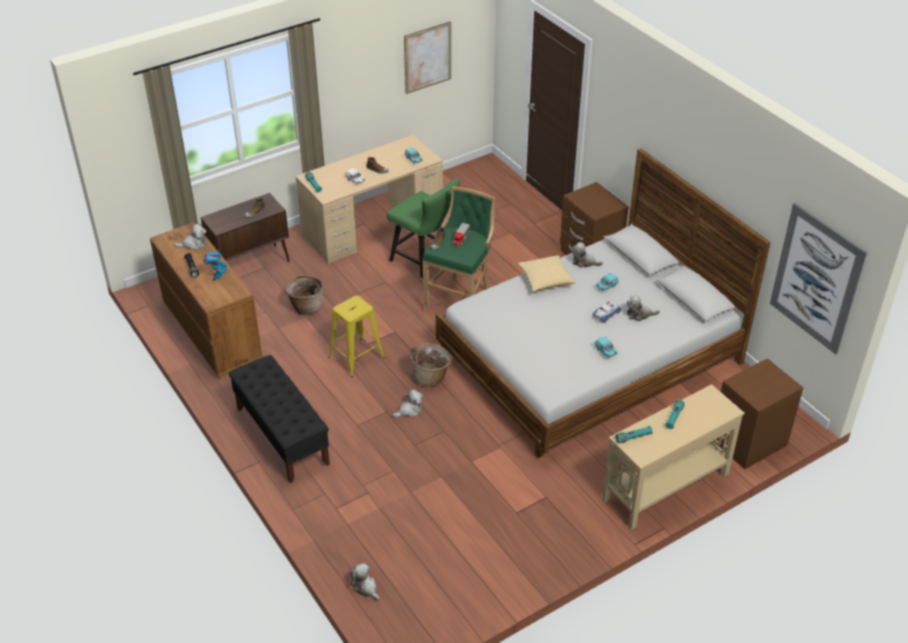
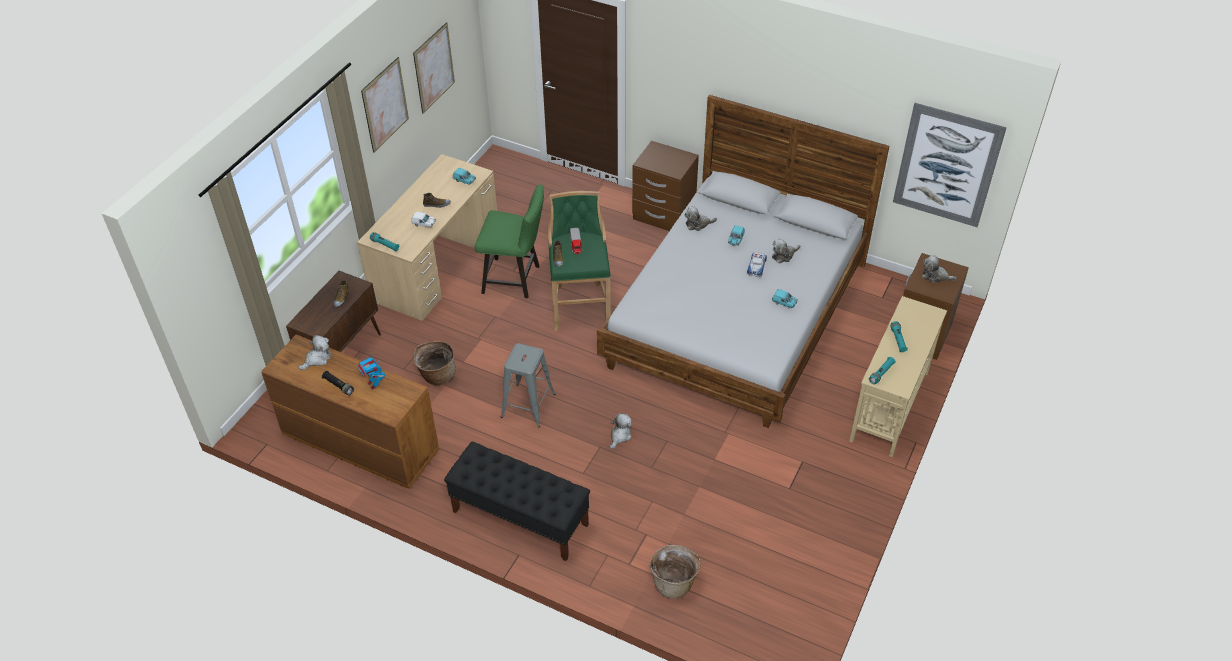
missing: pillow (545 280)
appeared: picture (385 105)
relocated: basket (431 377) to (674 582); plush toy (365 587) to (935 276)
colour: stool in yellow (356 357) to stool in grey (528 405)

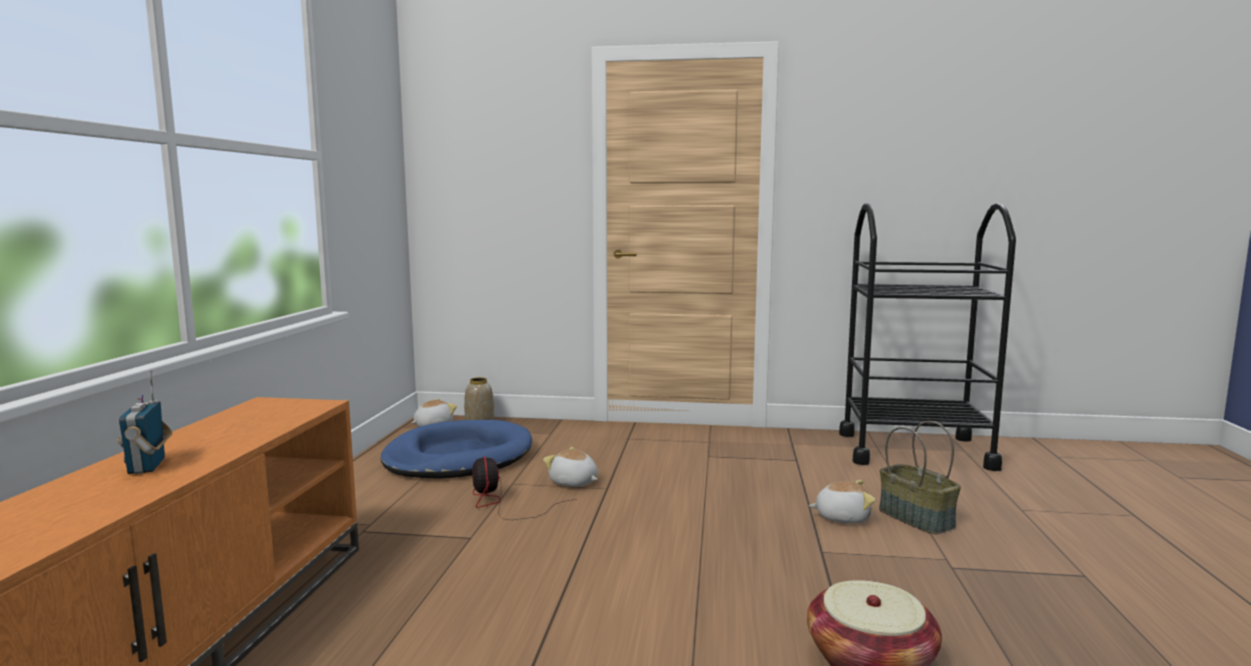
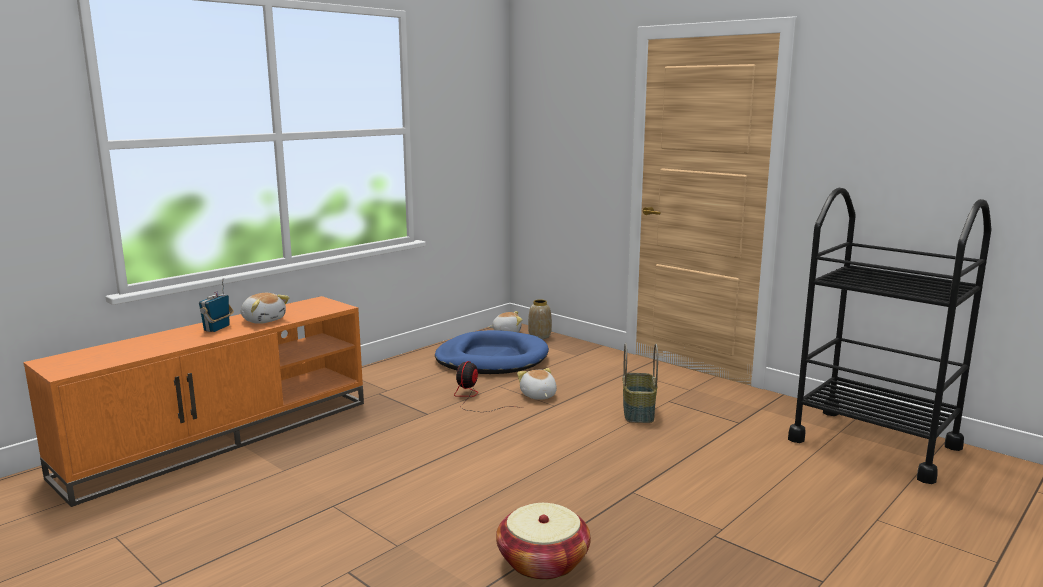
relocated: basket (917 518) to (639 412); plush toy (842 517) to (264 320)

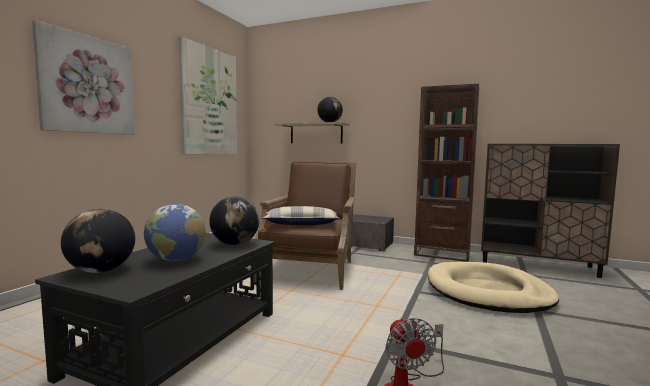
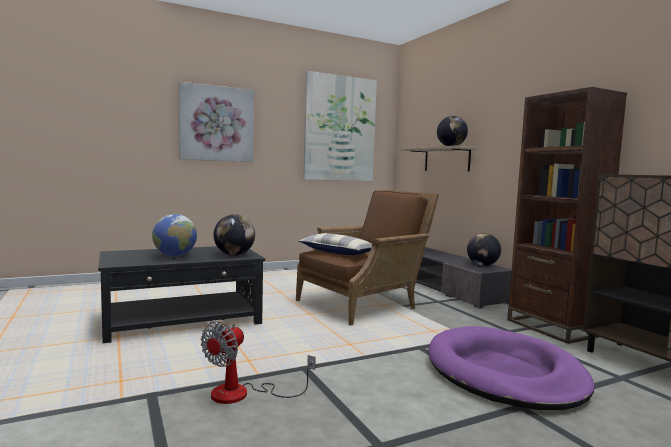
relocated: globe (101 271) to (482 265)
colour: dog bed in beige (488 292) to dog bed in purple (504 373)

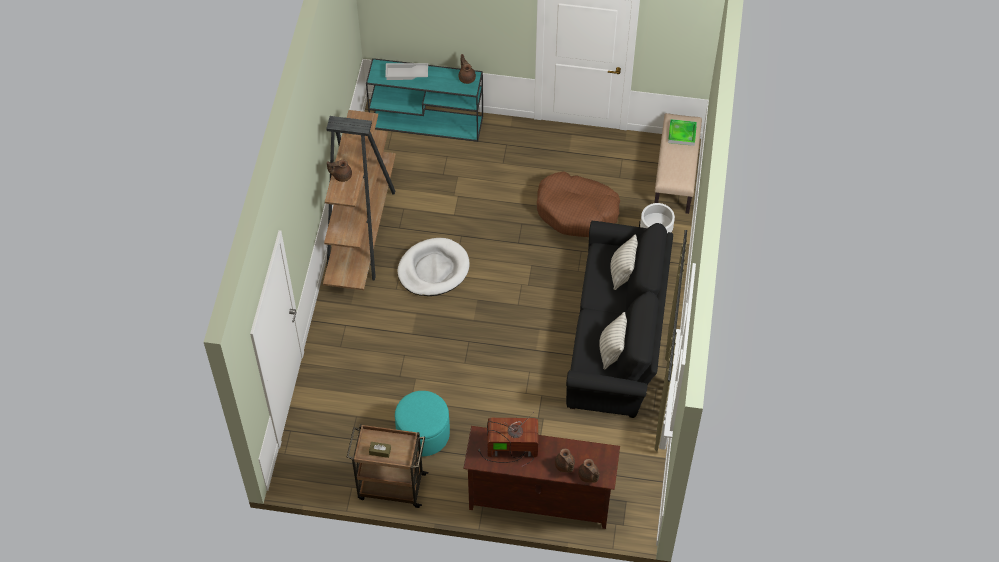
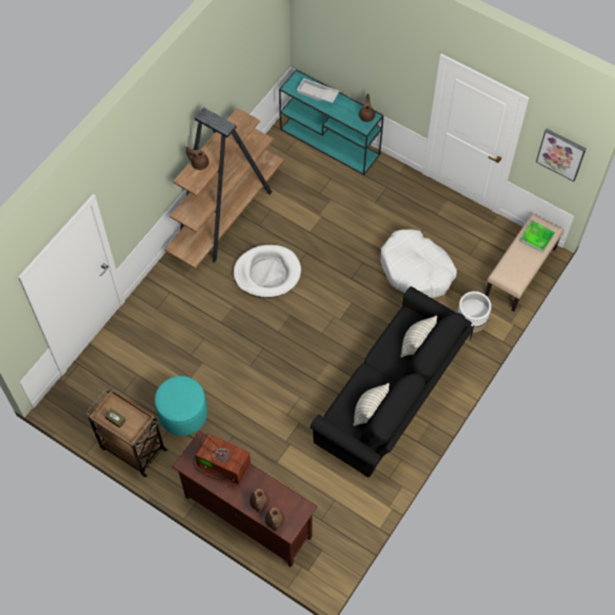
appeared: picture (561 154)
colour: dog bed in brown (577 211) to dog bed in white (416 270)

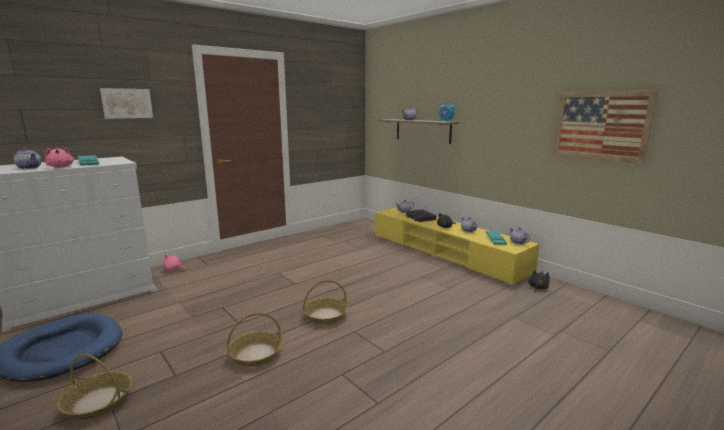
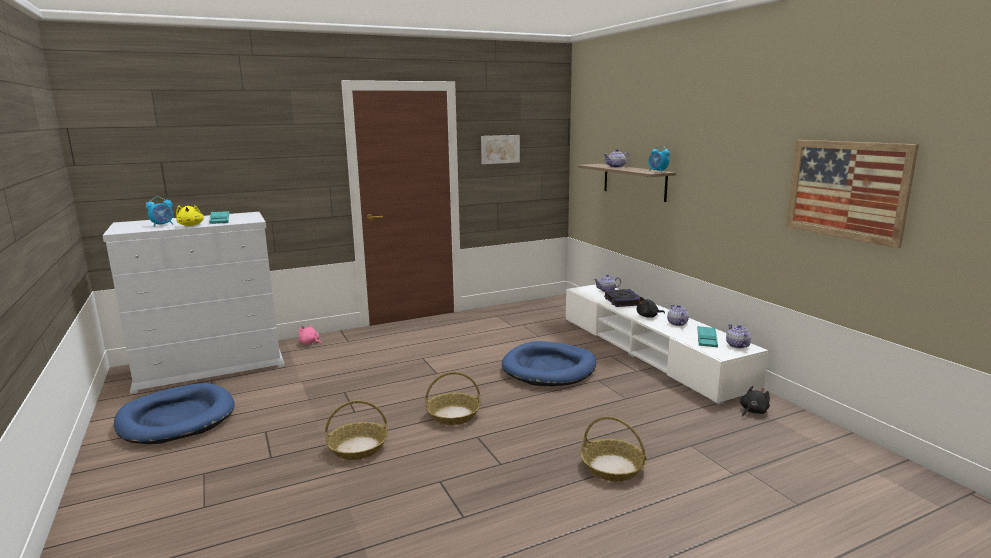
appeared: dog bed in blue (549 368)
relocated: picture (127 103) to (499 149); basket (98 402) to (612 467)
exchanged: teapot (29 168) to alarm clock (163 225)
colour: plush toy in pink (61 167) to plush toy in yellow (191 225); tv stand in yellow (445 253) to tv stand in white (649 351)

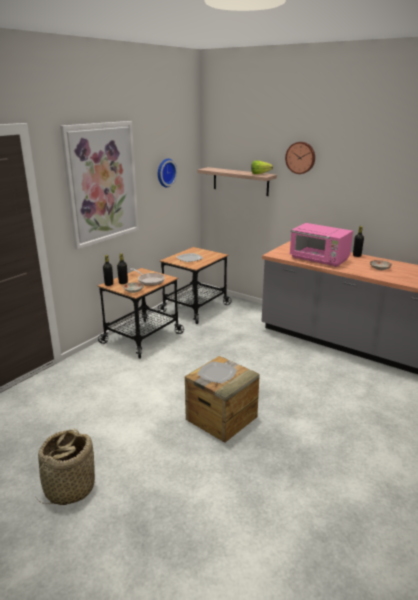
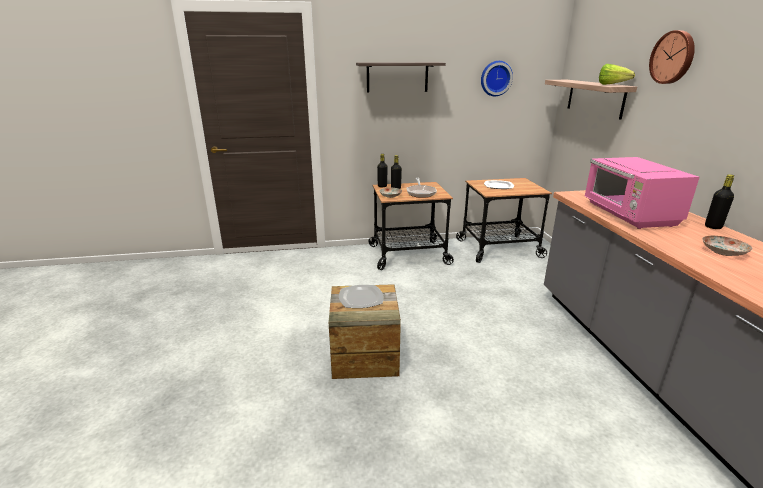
missing: basket (69 488)
exchanged: picture (102 183) to shelf (397 77)

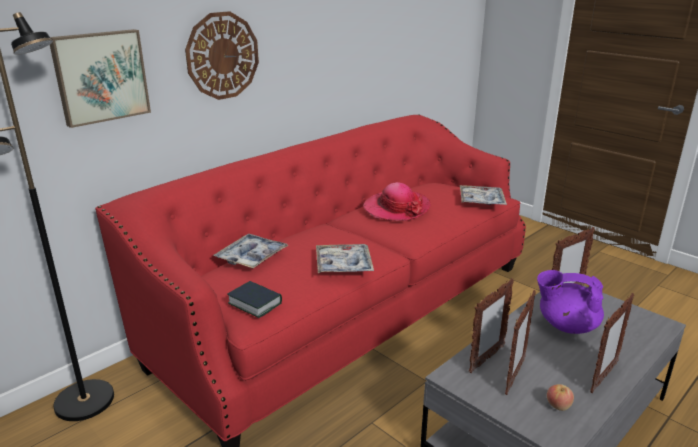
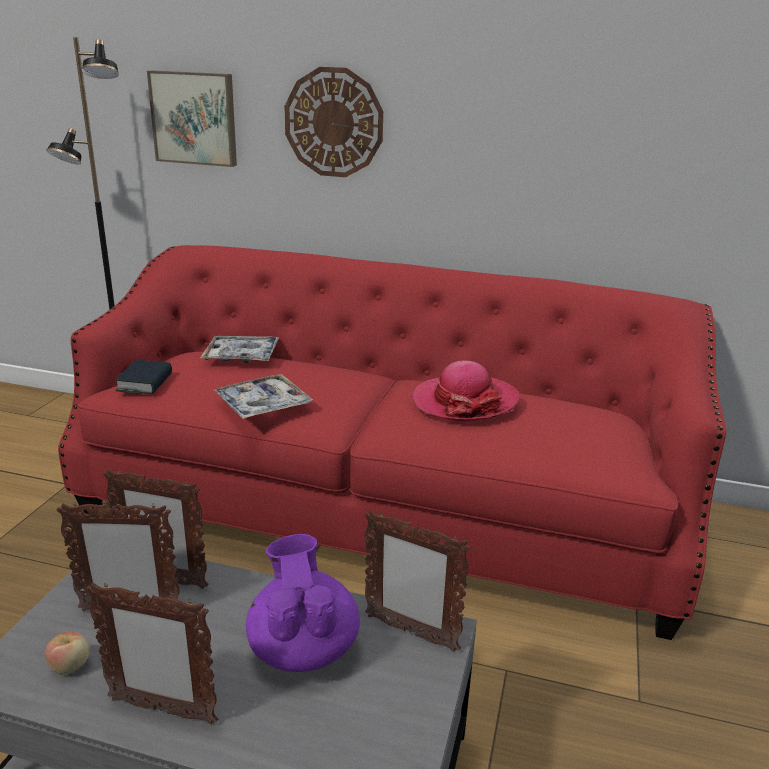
missing: tray (481 201)

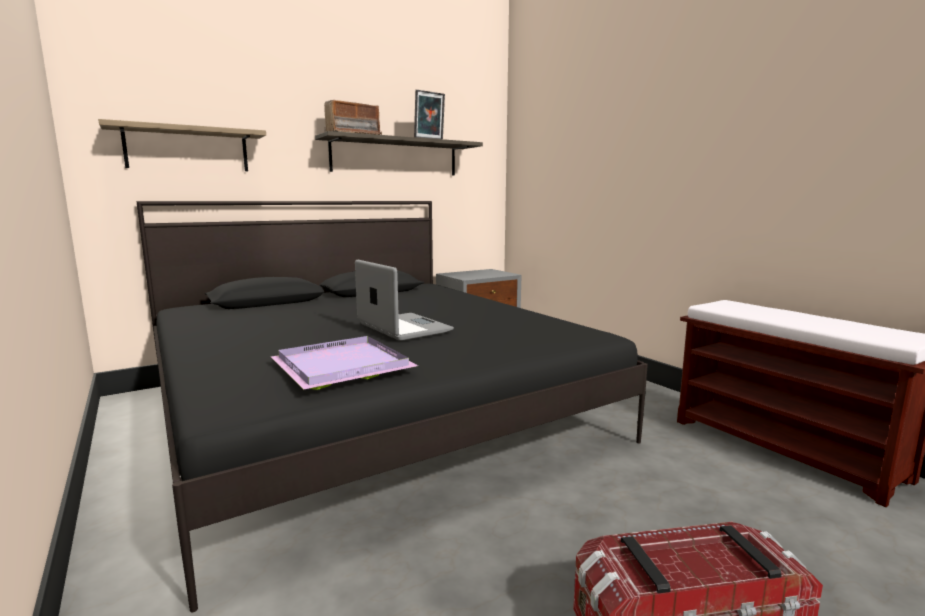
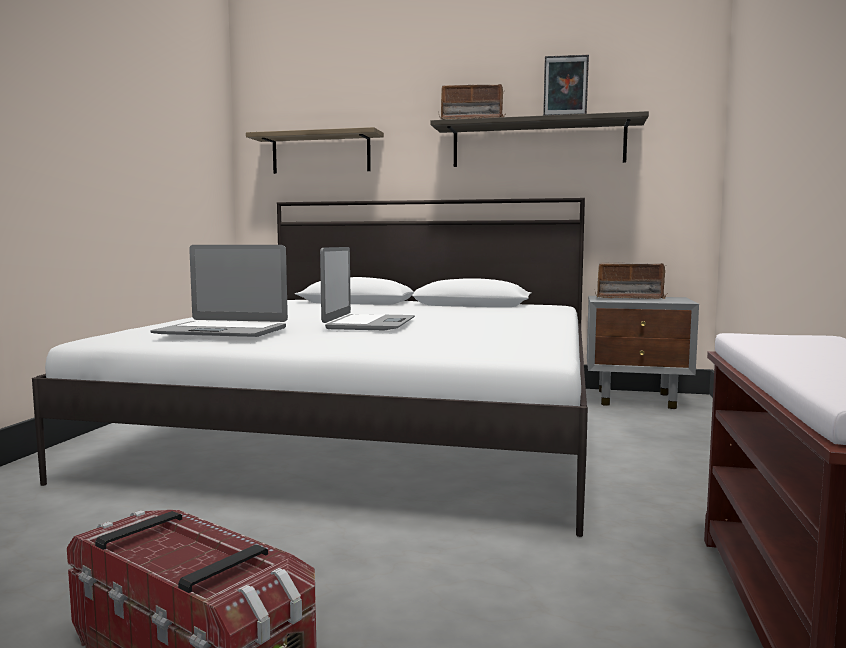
appeared: radio (630 298)
exchanged: tray in purple (343 365) to laptop (222 331)
colour: bed in black (370 411) to bed in white (376 425)

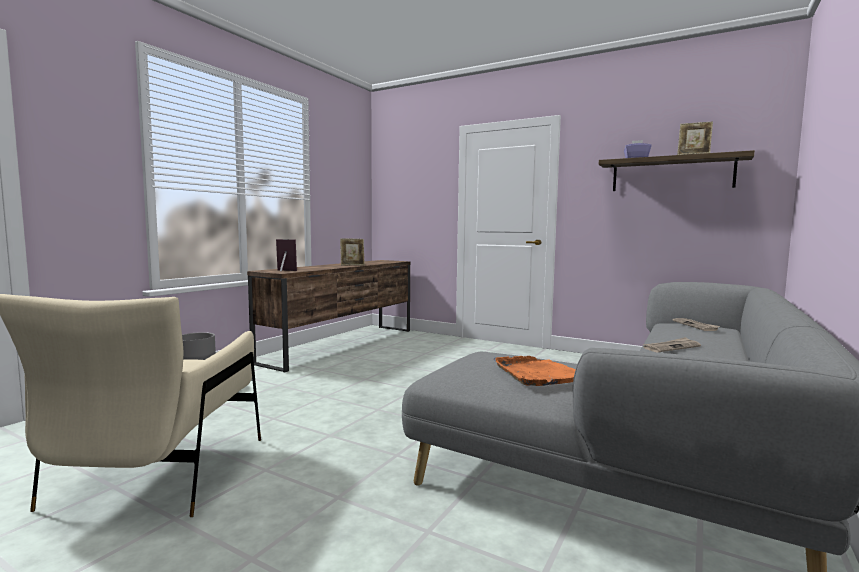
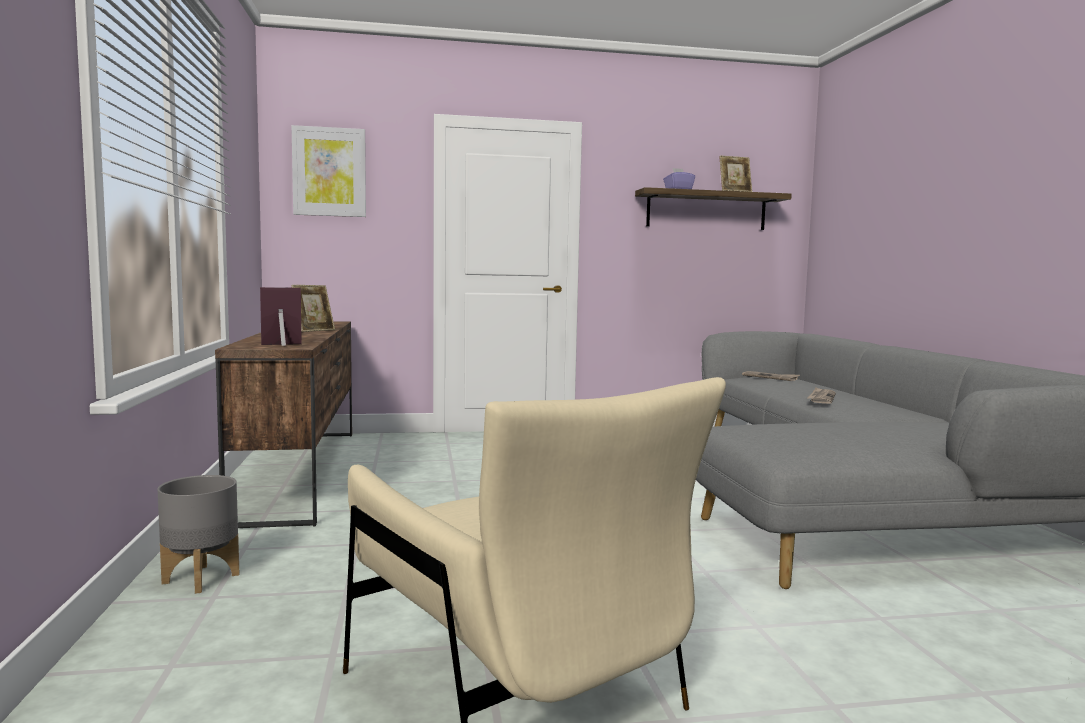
missing: tray in orange (540 374)
appeared: picture (329 172)

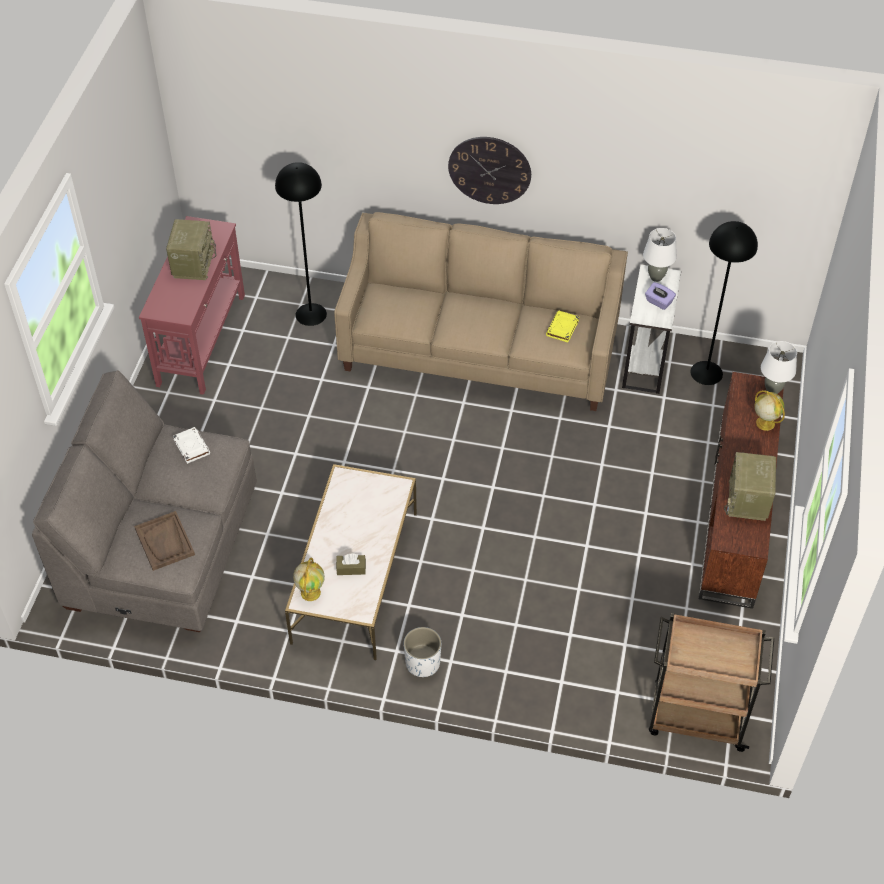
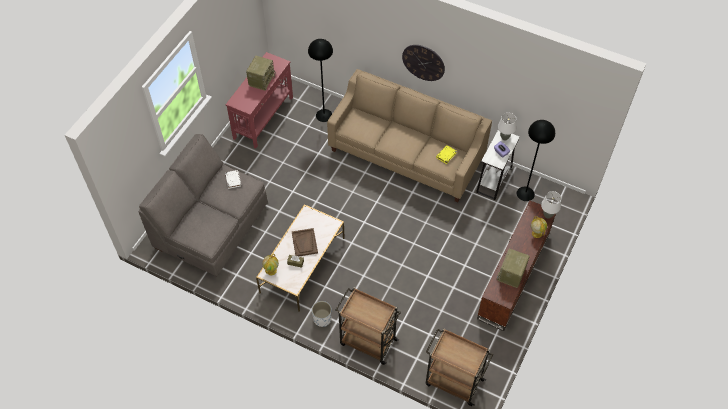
appeared: cart in brown (367 341)
relocated: tray in brown (165 542) to (304 243)

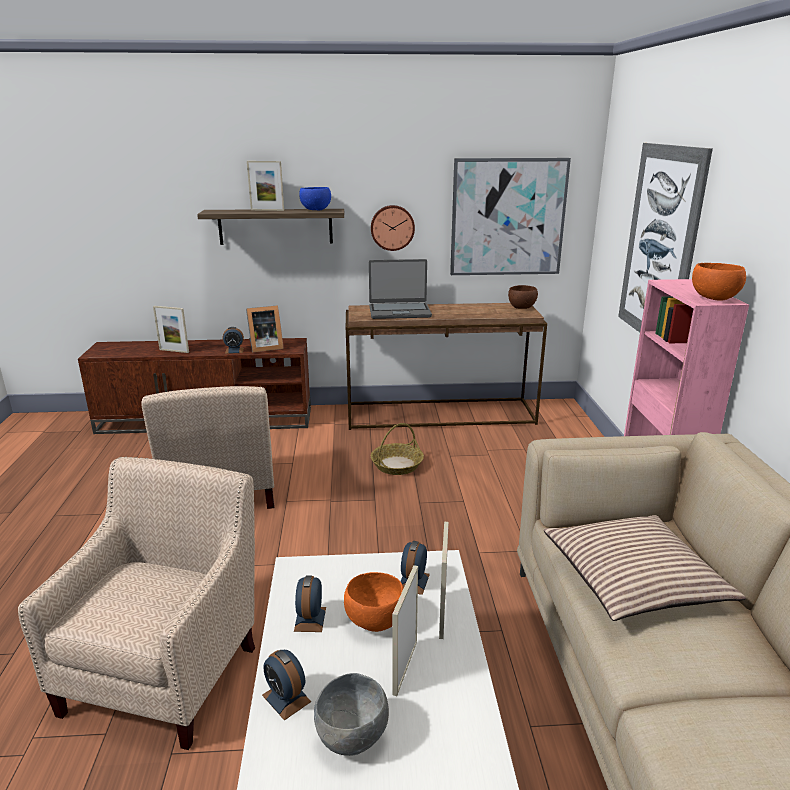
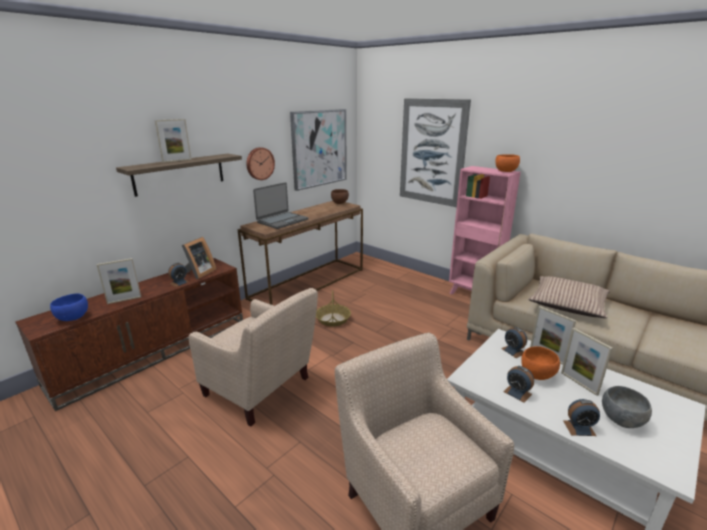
relocated: bowl in blue (316 210) to (74 318)

